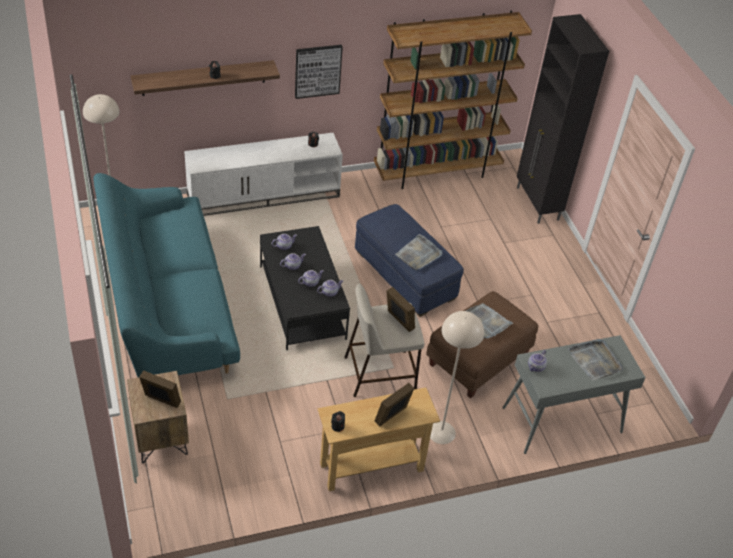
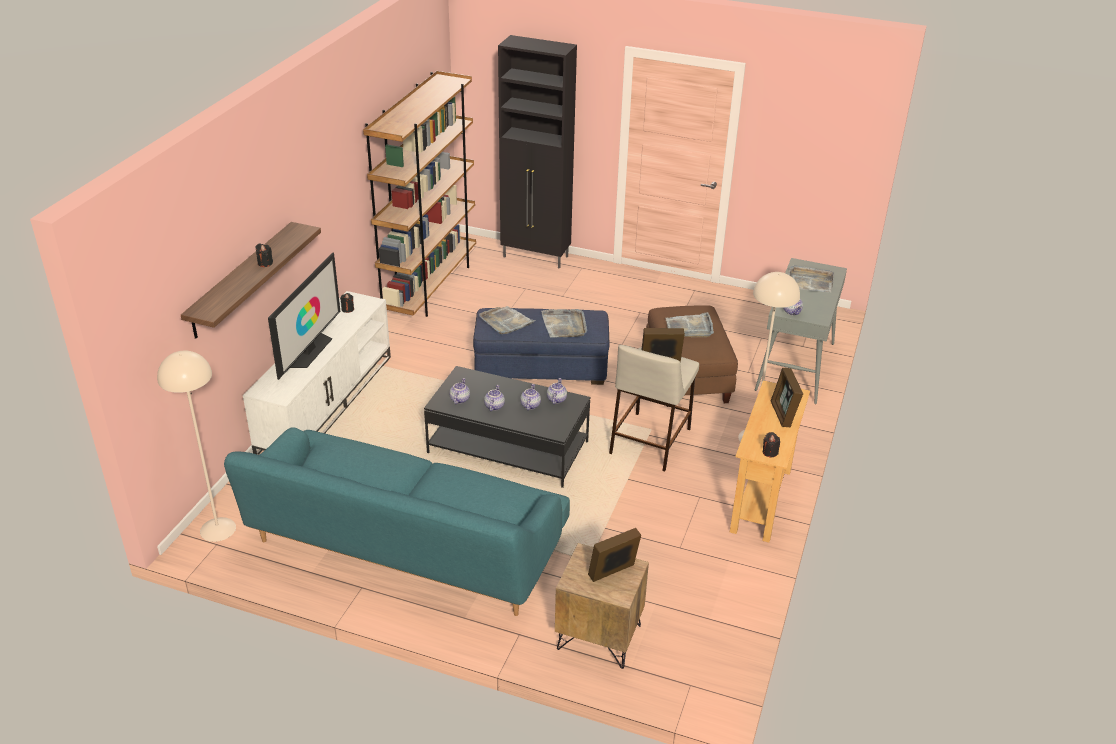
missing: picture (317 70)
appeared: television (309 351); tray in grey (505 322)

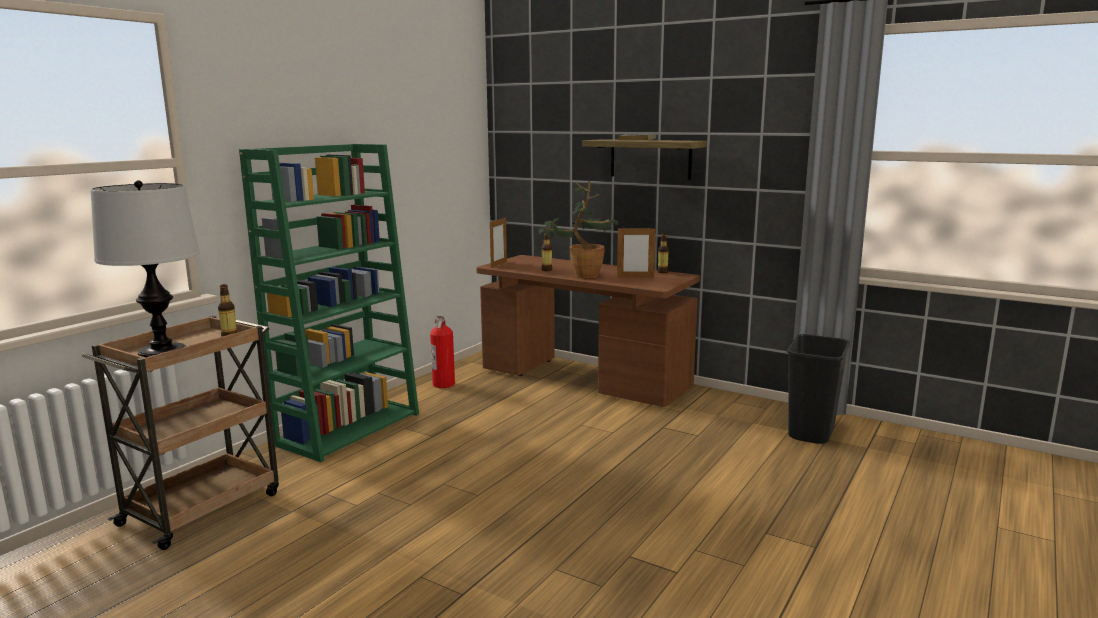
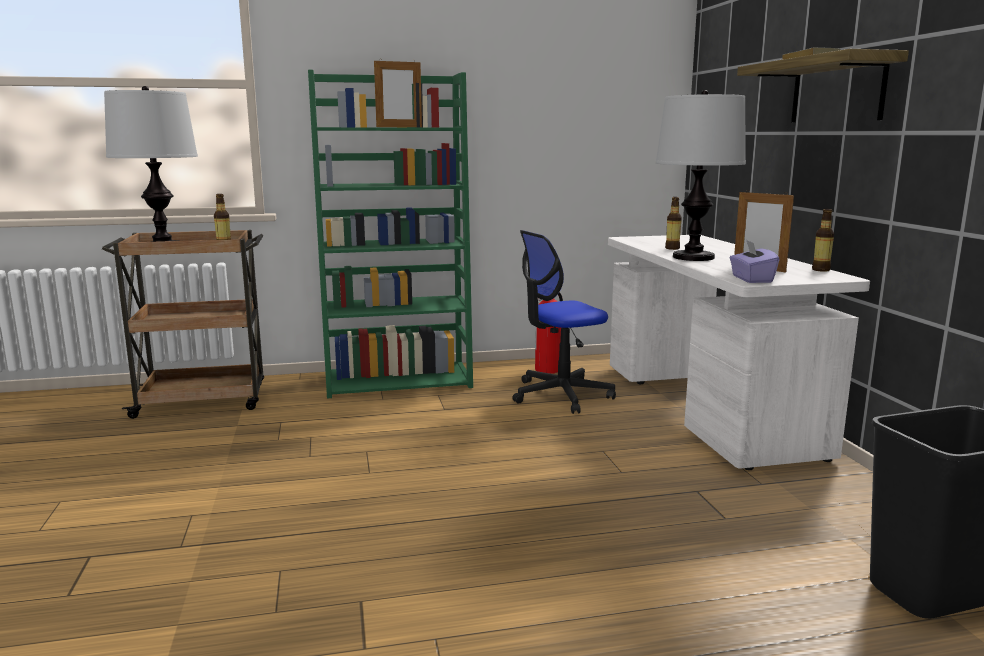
appeared: office chair (561 395); tissue box in purple (751 279)
relocated: picture frame (499 264) to (399 127)
exchanged: potted plant (580 275) to table lamp (694 257)
colour: desk in brown (584 379) to desk in white (705 408)

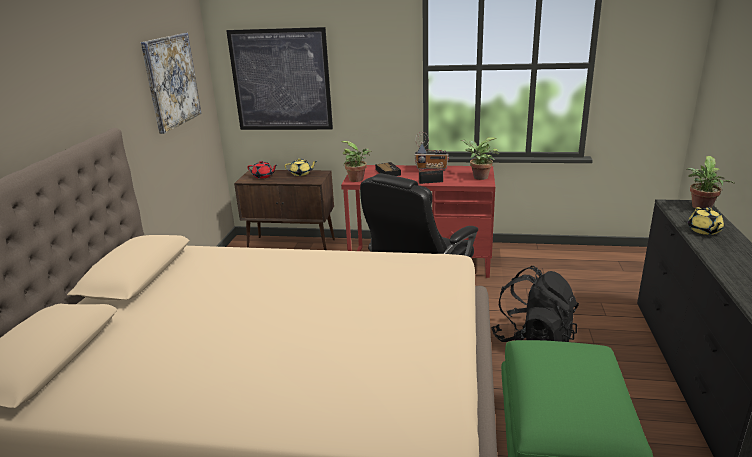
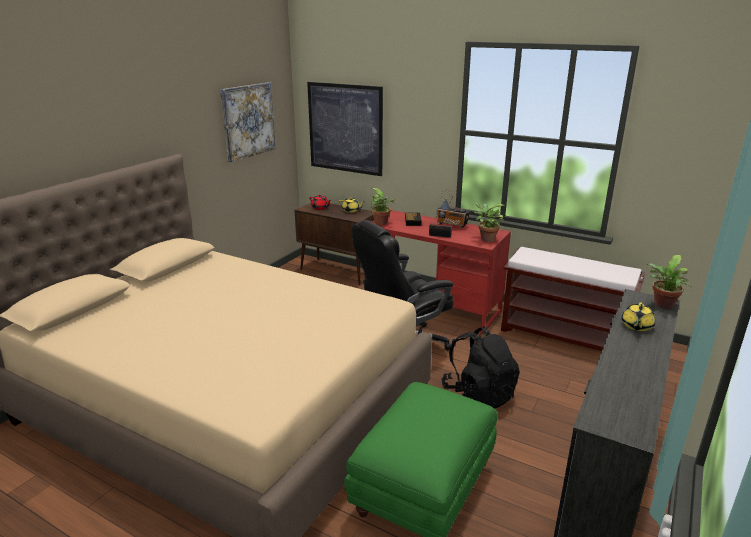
appeared: bench in brown (563 335)

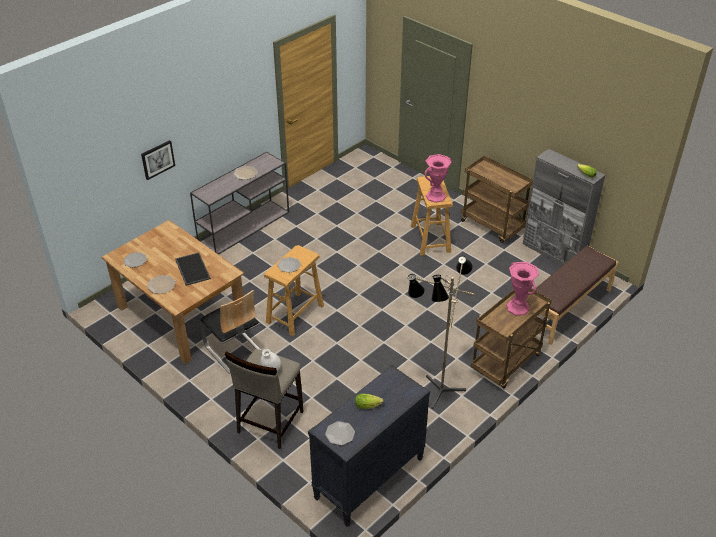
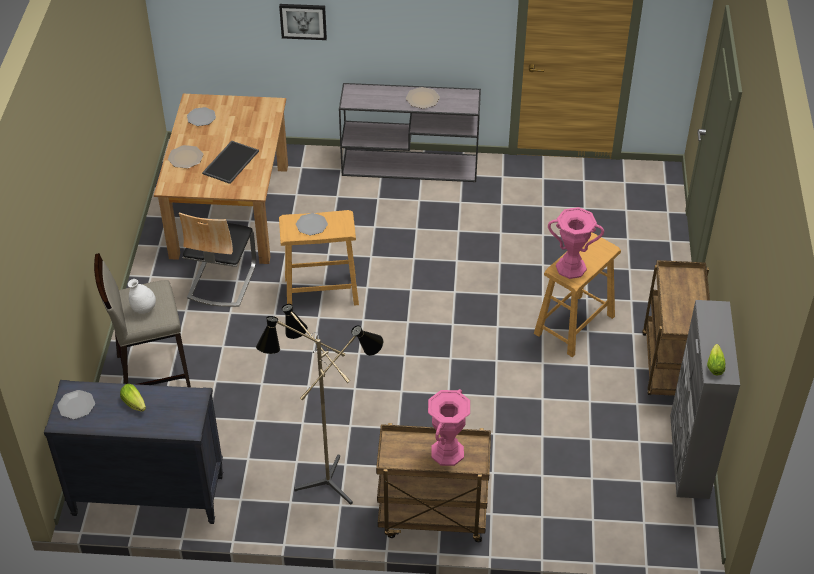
missing: bench in brown (567 308)

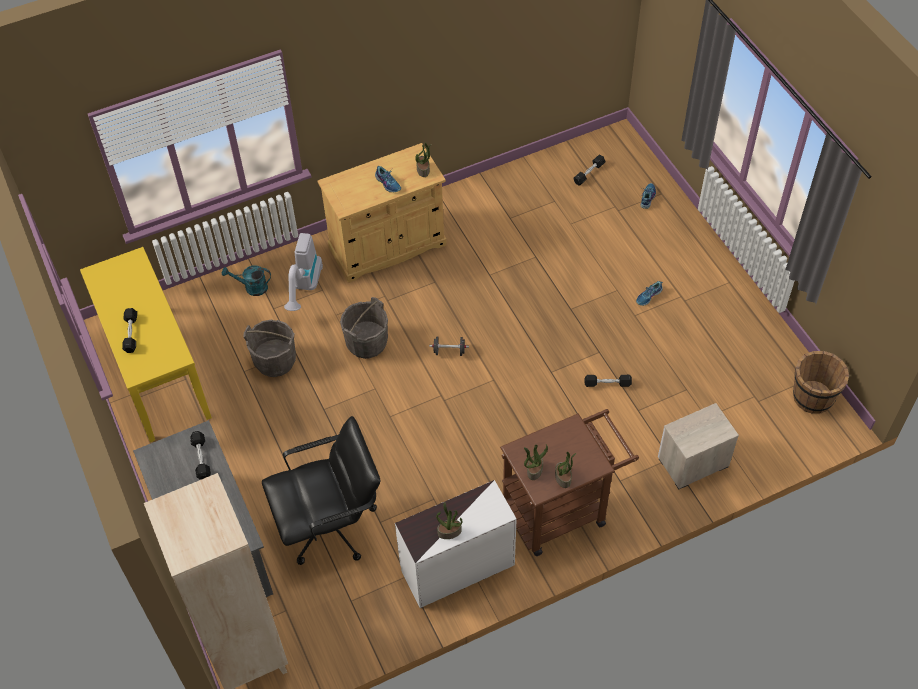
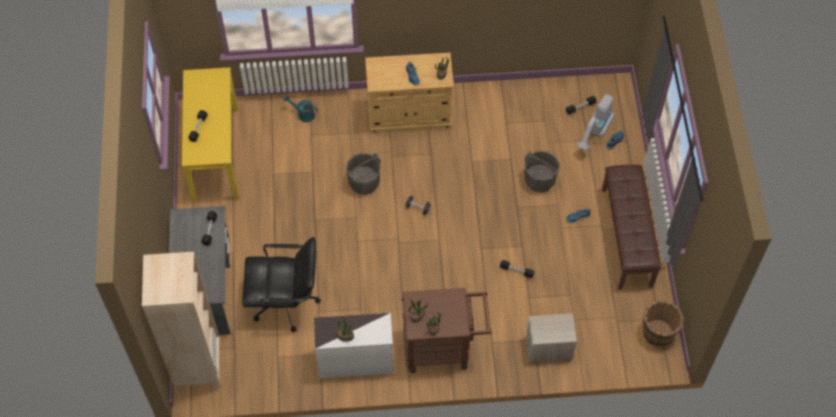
appeared: bench in brown (627 237)
relocated: vacuum cleaner (305 288) to (595 132); bucket in grey (275 361) to (539 180)

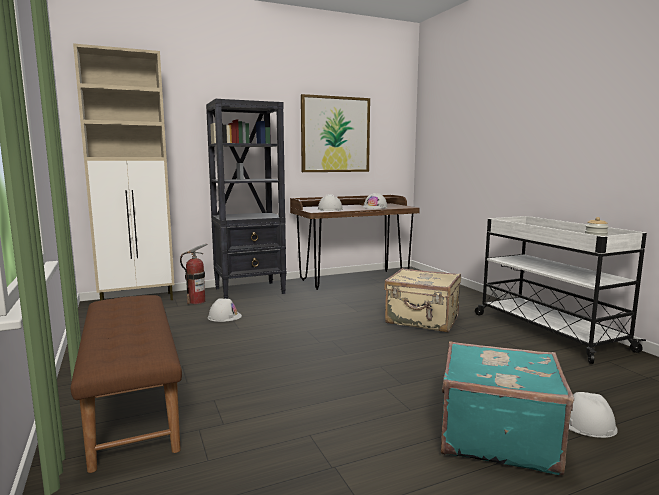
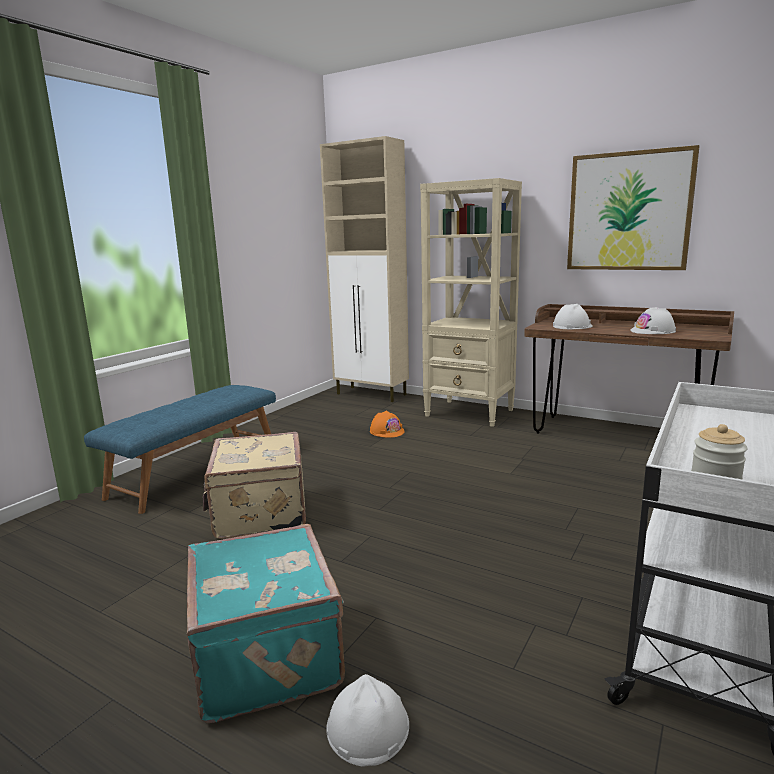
missing: fire extinguisher (196 301)
relocated: suitcase in beige (422 320) to (259 513)
colour: bookcase in black (250 291) to bookcase in beige (470 413); bench in brown (131 402) to bench in blue (196 471); hard hat in white (224 316) to hard hat in orange (387 431)

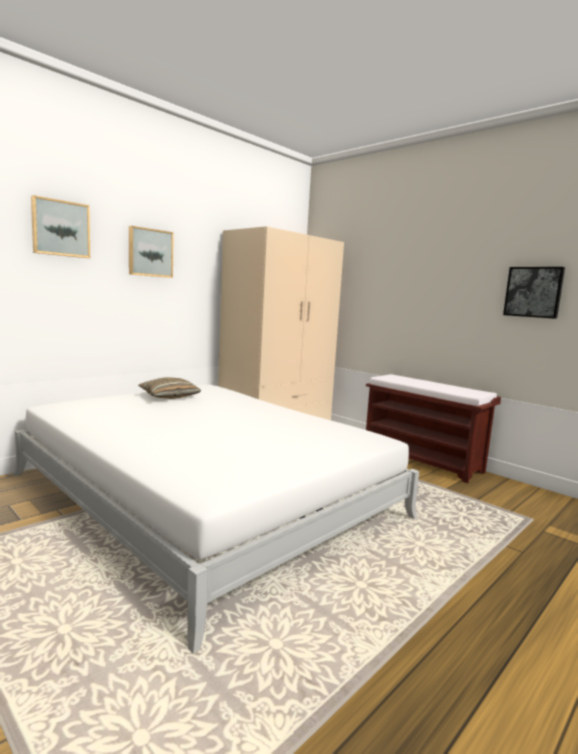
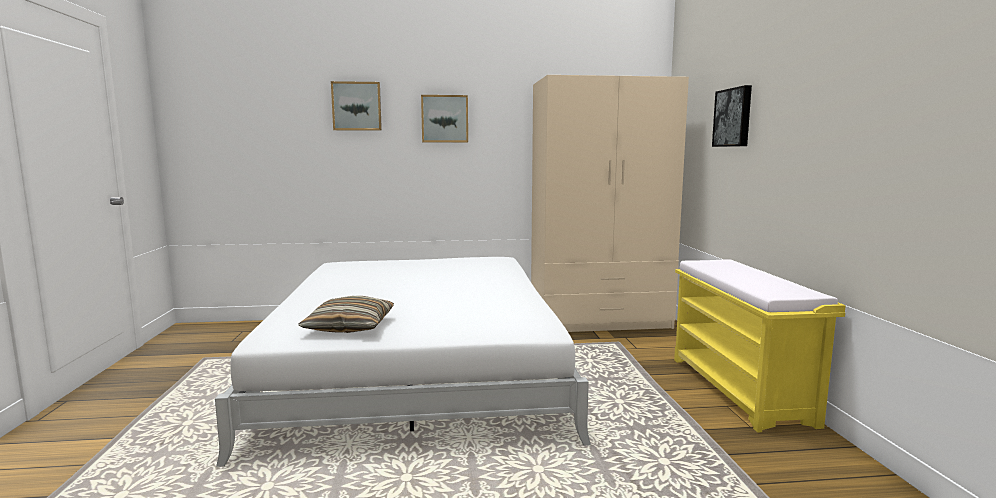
relocated: picture (533 292) to (733 117); pillow (169 396) to (350 326)
colour: bench in brown (422 460) to bench in yellow (740 390)

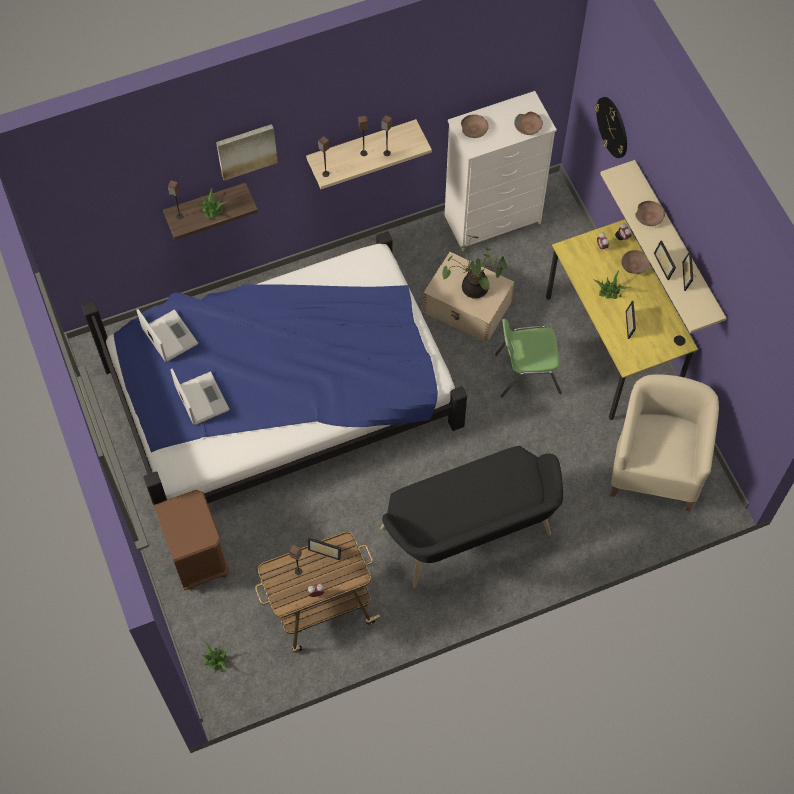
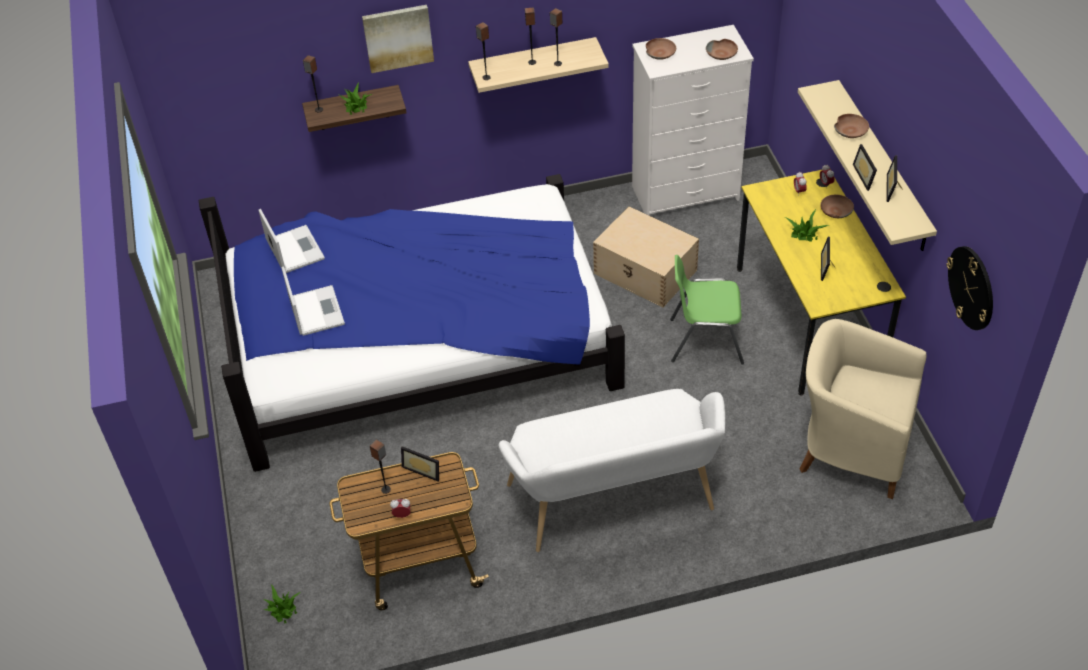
missing: potted plant (473 289); nightstand in brown (198 558)
relocated: wall clock (612 127) to (971 287)
colour: bench in black (471 537) to bench in white (615 504)
spun: armchair in beige (655 466) = (851 448) 90 degrees counterclockwise

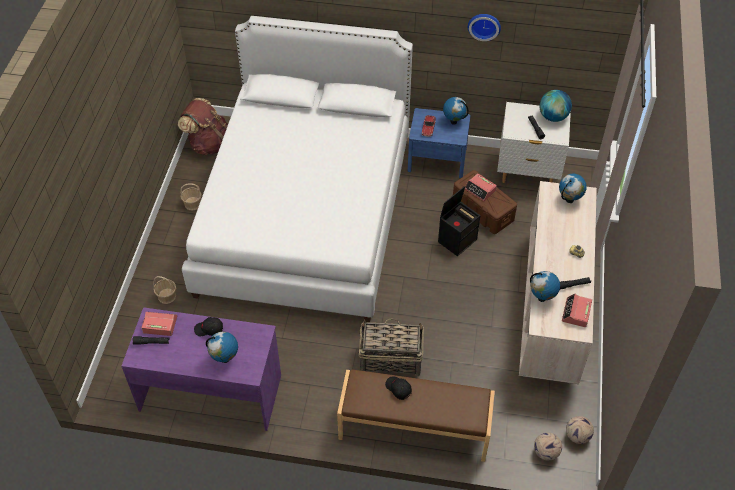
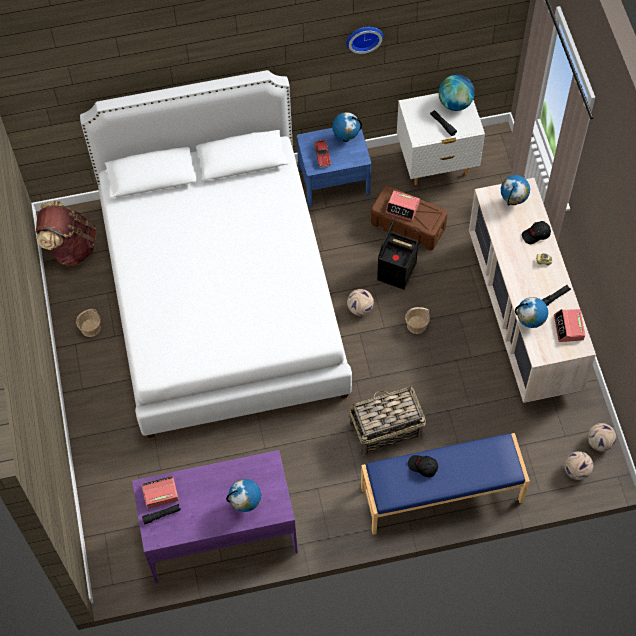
appeared: football (360 309)
relocated: basket (167 296) to (416 325); cap in black (209 329) to (536 235)
colour: bench in brown (414 429) to bench in blue (441 495)

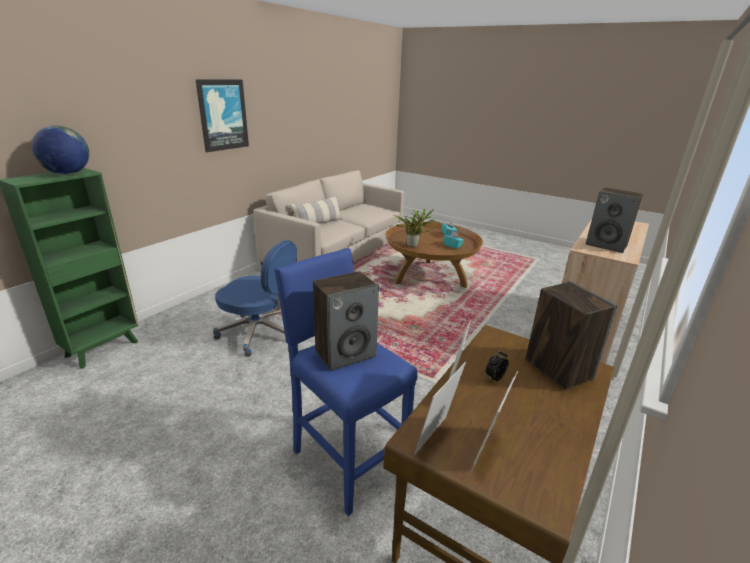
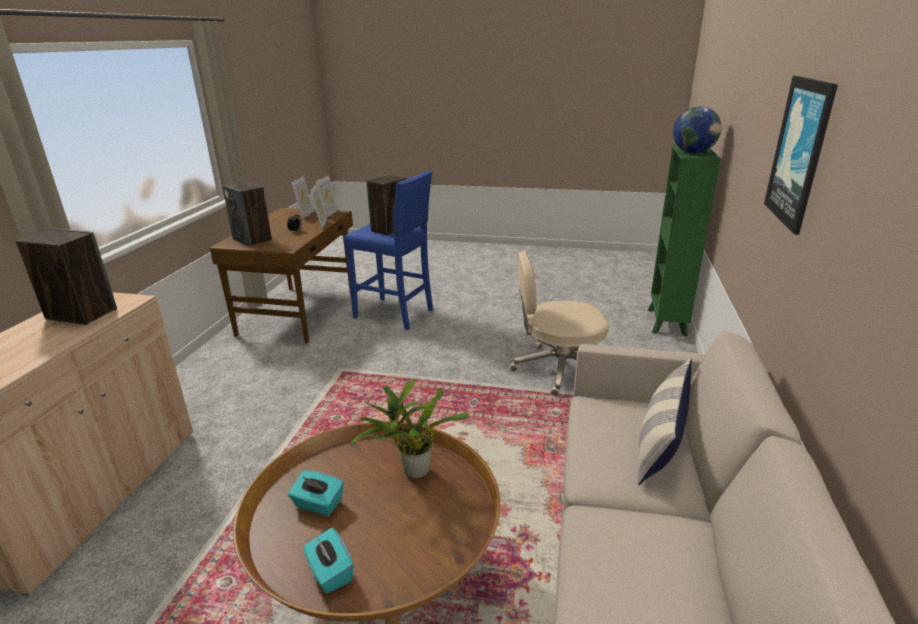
colour: office chair in blue (259 333) to office chair in beige (558 369)

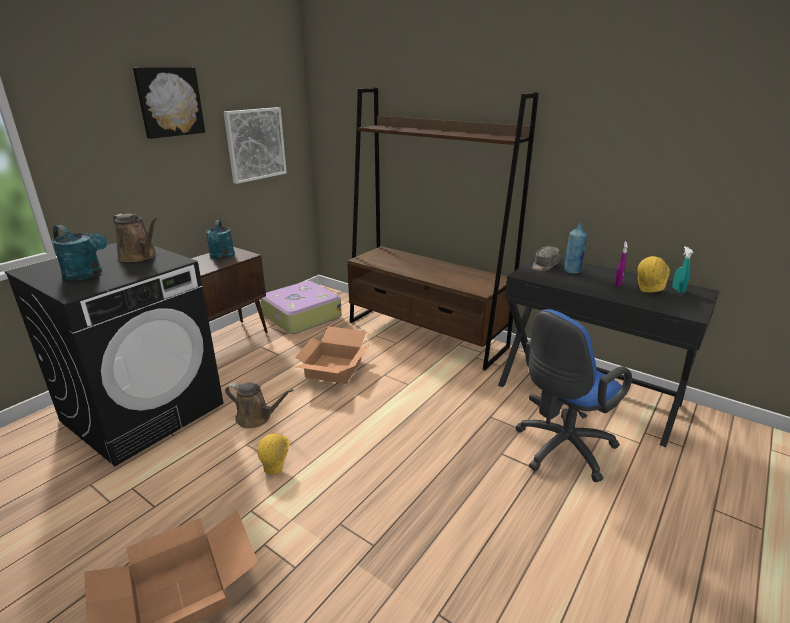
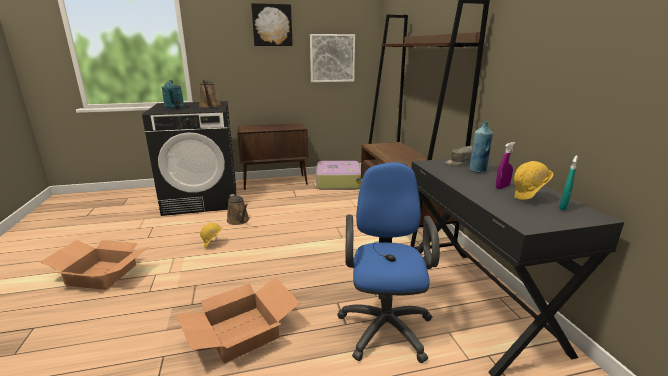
missing: watering can in turquoise (222 257)
relocated: cardboard box (334 369) to (241 334)
spun: office chair in blue (560 450) = (385 324) 90 degrees clockwise

